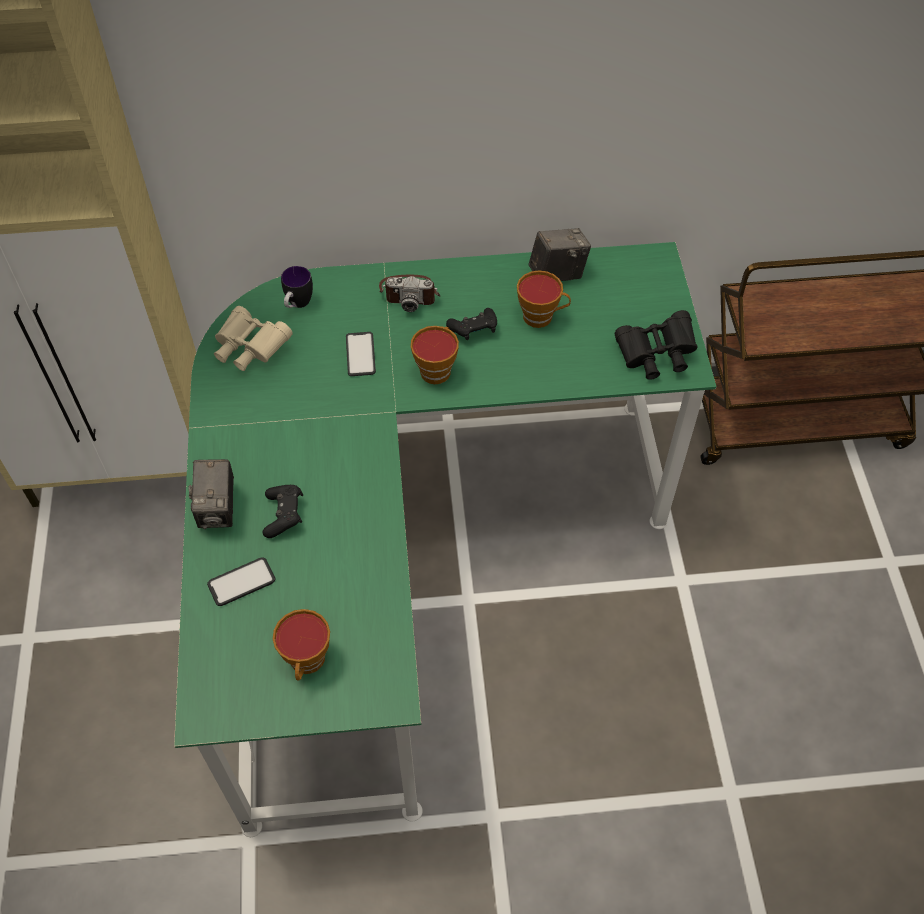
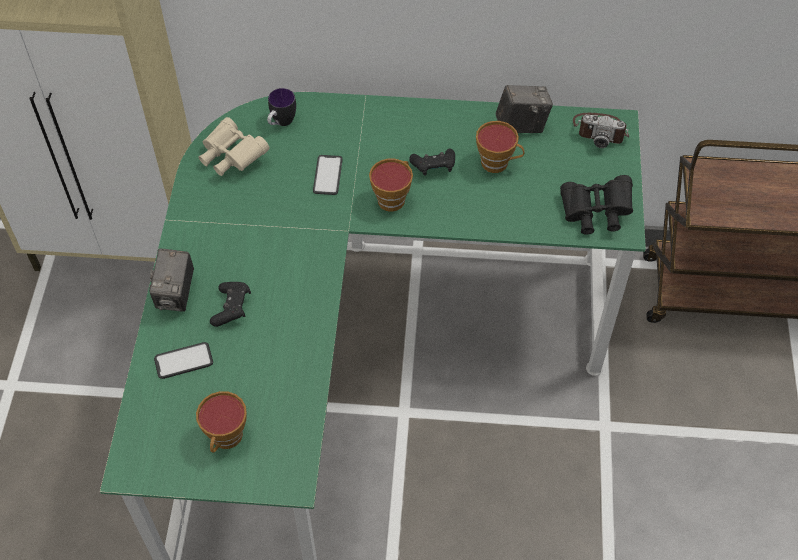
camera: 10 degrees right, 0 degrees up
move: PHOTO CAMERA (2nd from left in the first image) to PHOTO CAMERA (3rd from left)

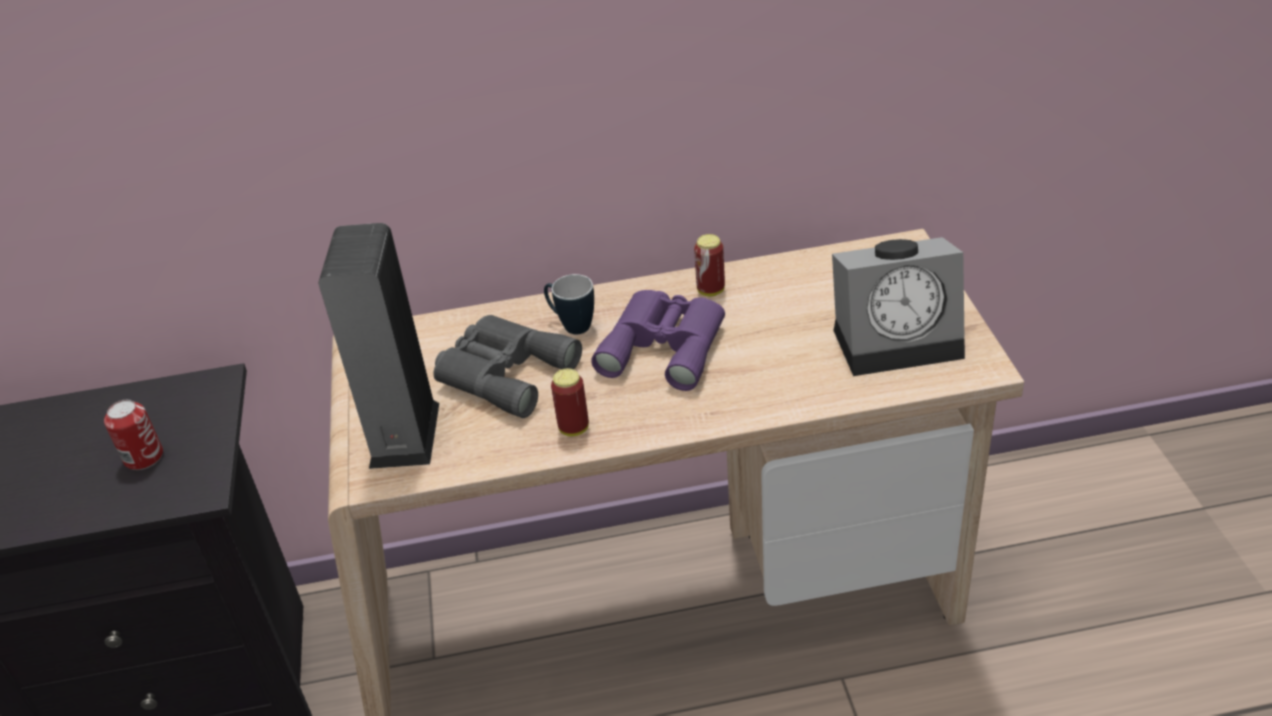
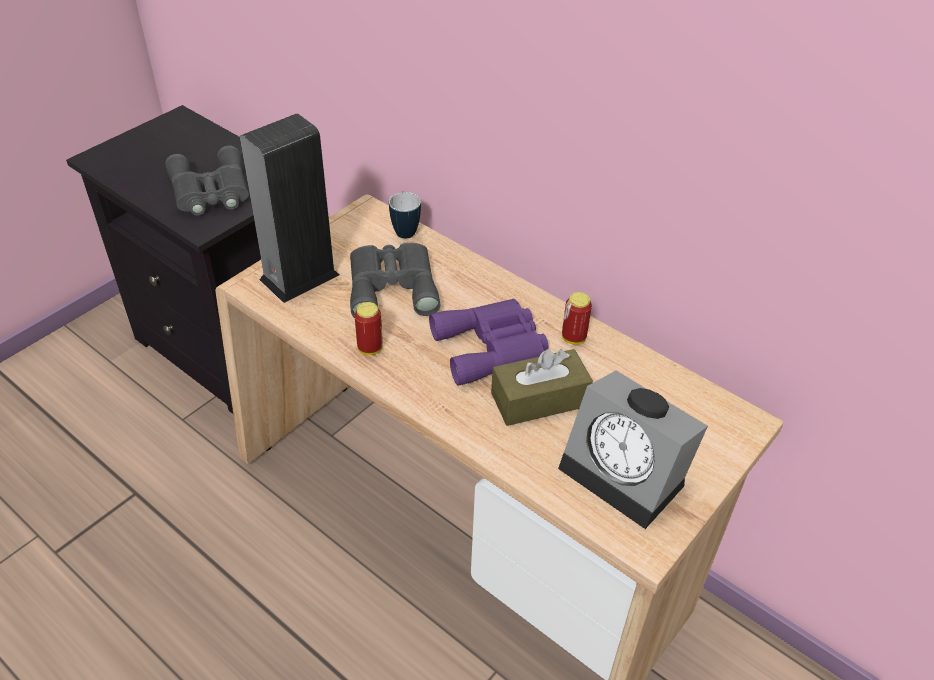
camera: 45 degrees right, 5 degrees up
insert: BROWN TISSUE BOX
move: MUG
replace: CAN (1st from left) to GREY BINOCULARS (1st from left)

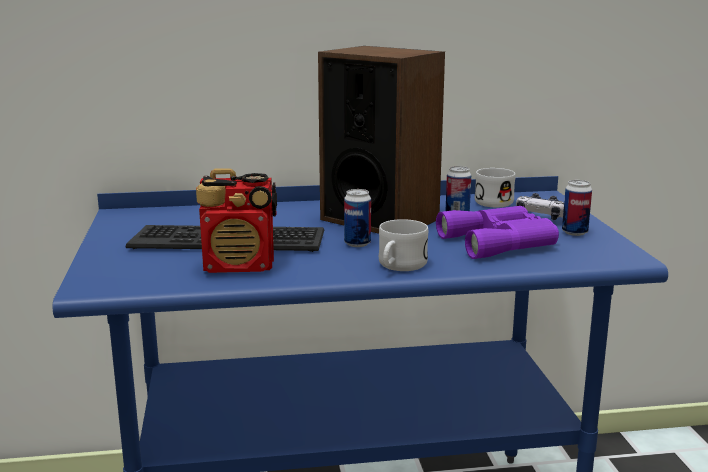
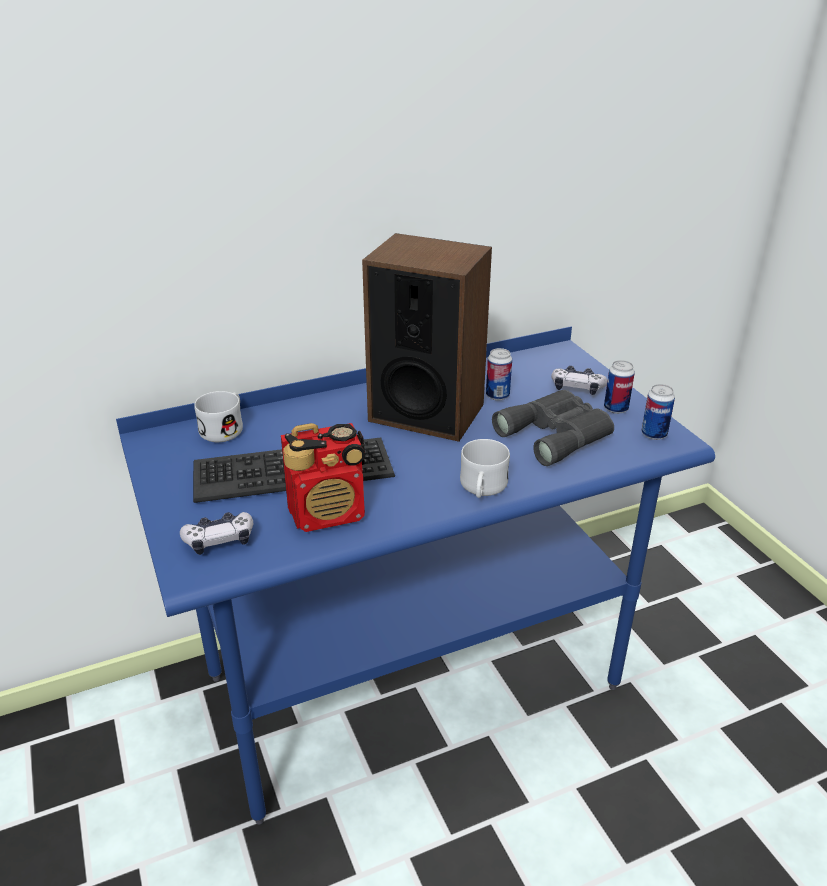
camera: 15 degrees left, 15 degrees up
insert: GAME CONTROLLER (1st from left)
move: WHITE MUG (2nd from left in the first image) to WHITE MUG (1st from left); CAN (1st from left in the first image) to CAN (3rd from left)
recolor: PURPLE BINOCULARS to GREY BINOCULARS

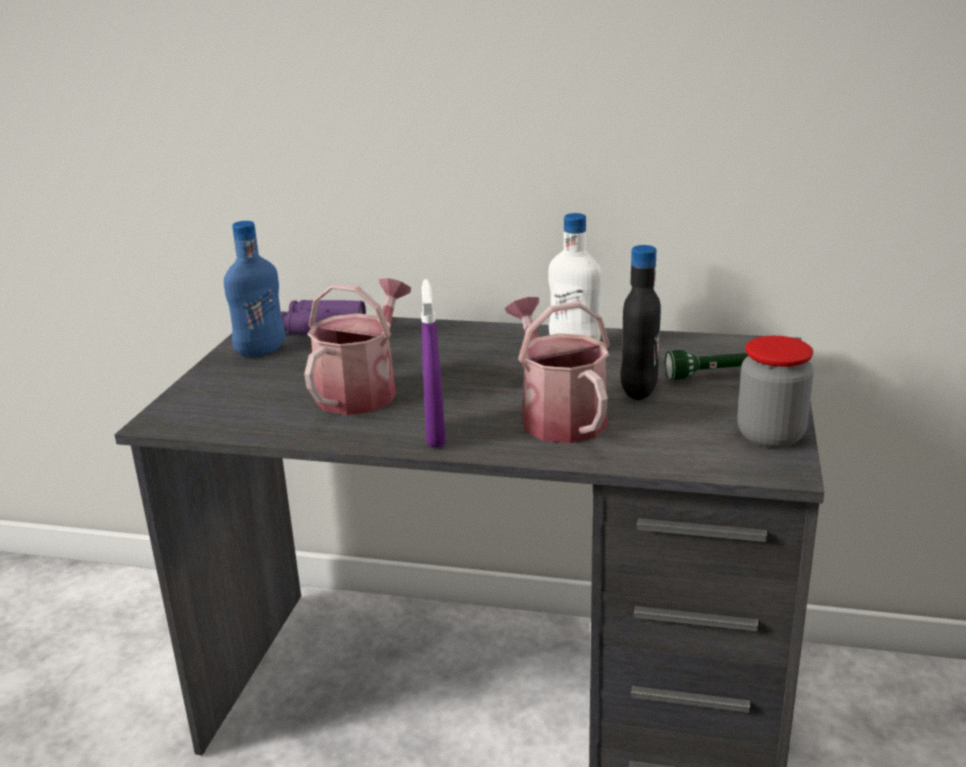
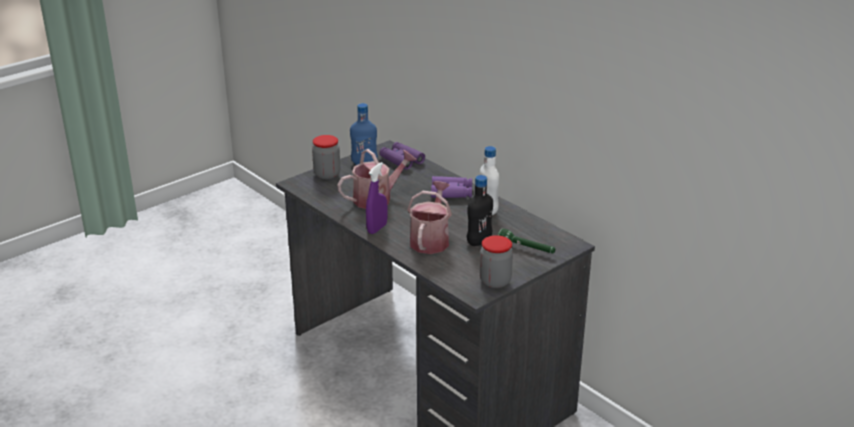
camera: 35 degrees right, 5 degrees up
insert: JAR (1st from left); PURPLE BINOCULARS (2nd from left)

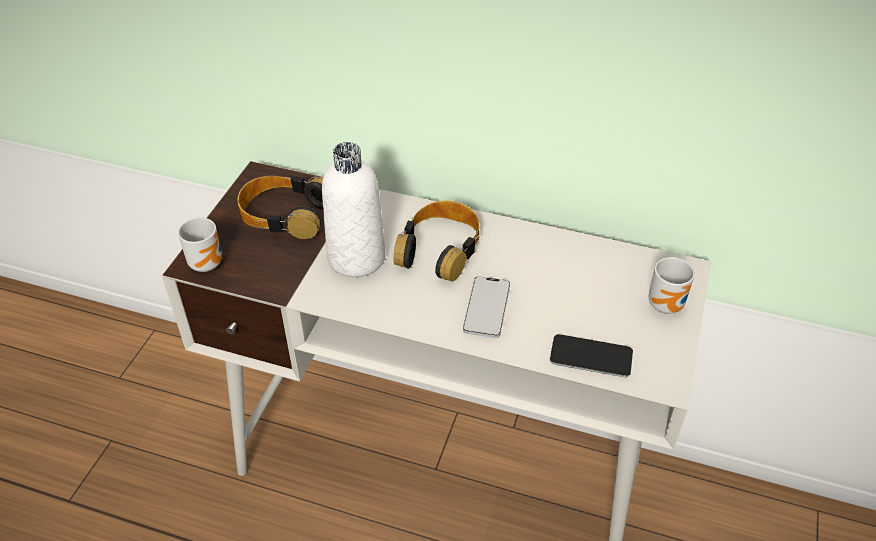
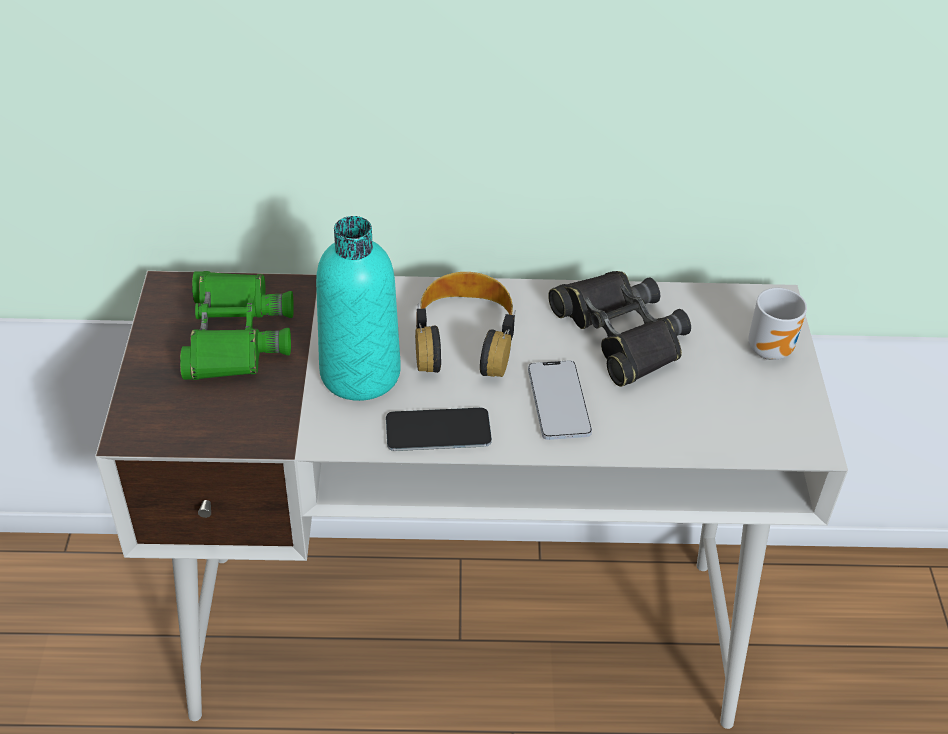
camera: 20 degrees left, 0 degrees up
delete: MUG (1st from left)
insert: BLACK BINOCULARS
move: PHONE (2nd from left in the first image) to PHONE (1st from left)
replace: HEADPHONES (1st from left) to GREEN BINOCULARS
recolor: WHITE BOTTLE to TURQUOISE BOTTLE

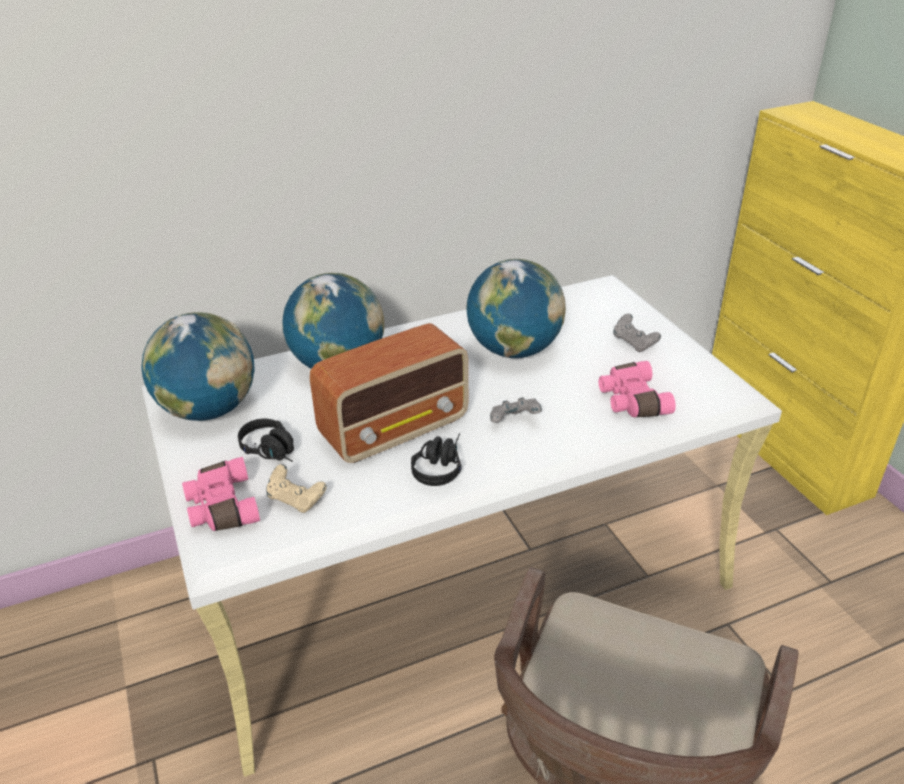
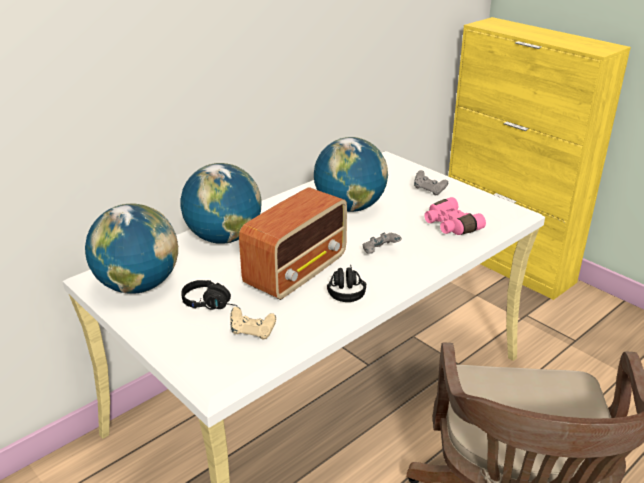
camera: 20 degrees left, 5 degrees down
delete: PINK BINOCULARS (1st from left)

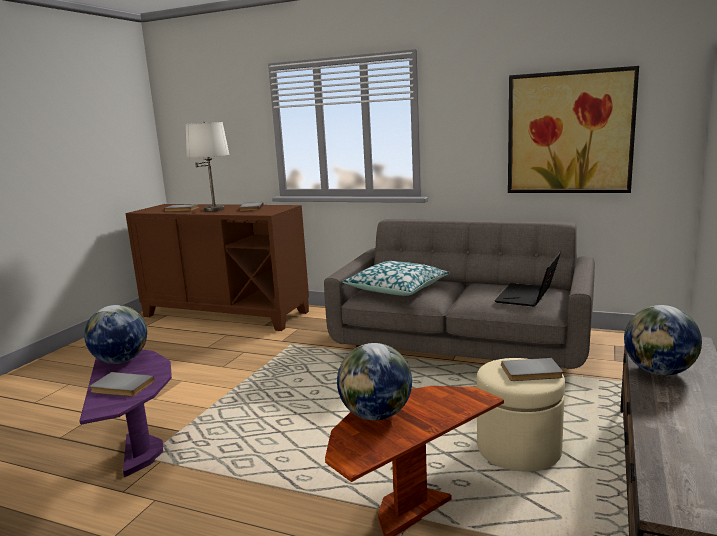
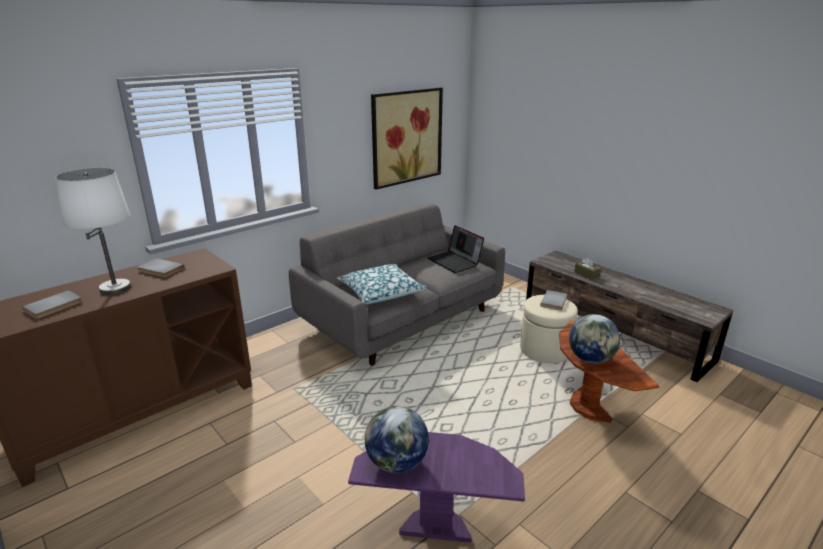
camera: 65 degrees left, 10 degrees up
delete: GREY BOOK (1st from left)
replace: GLOBE (3rd from left) to BROWN TISSUE BOX

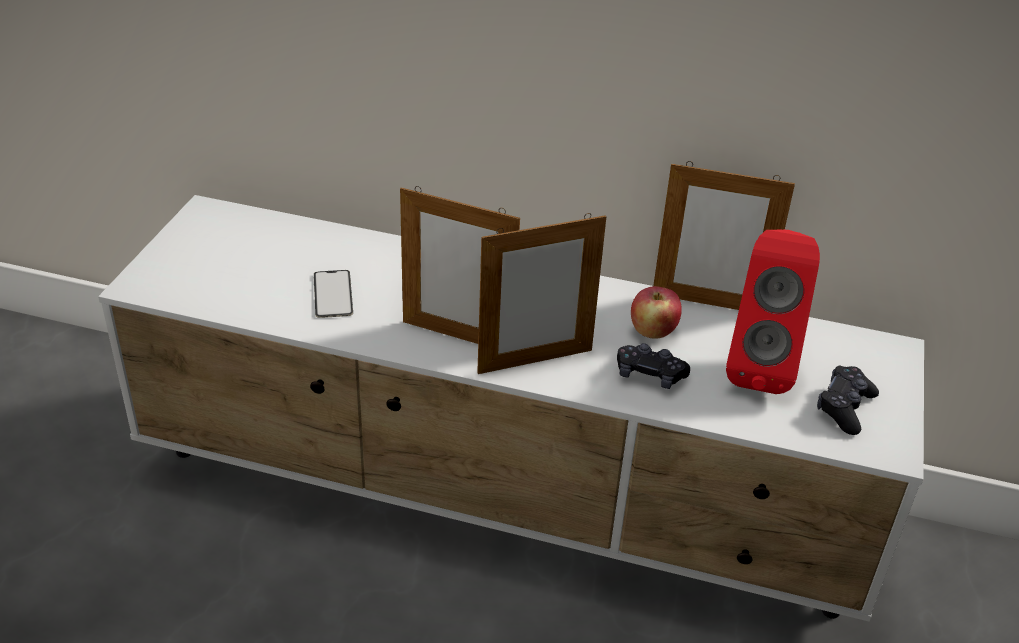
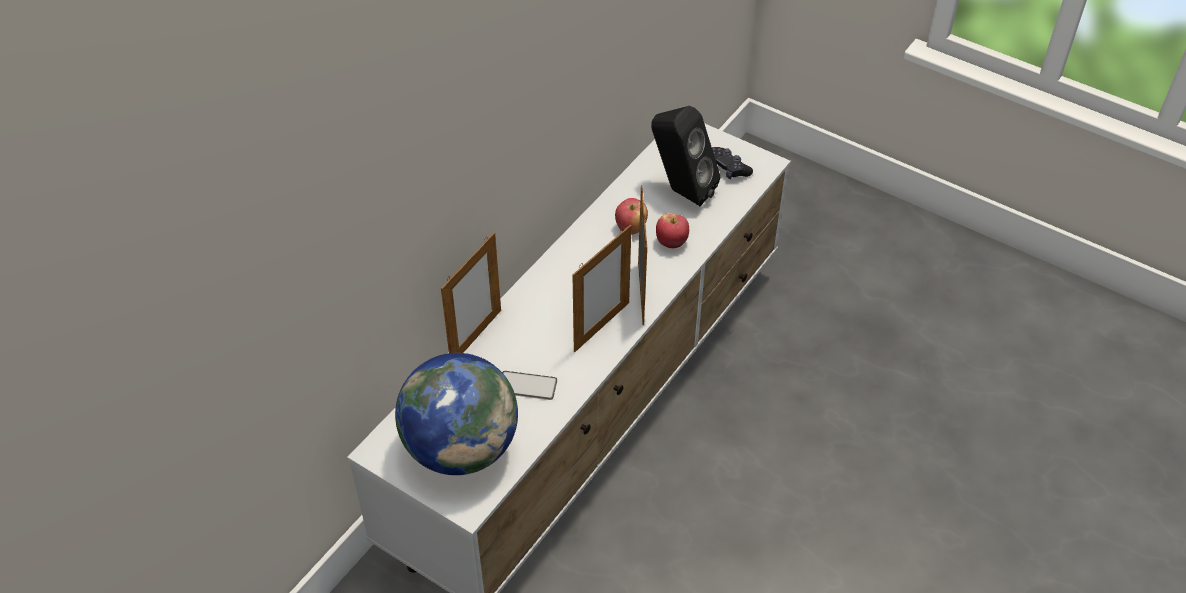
camera: 70 degrees left, 10 degrees up
insert: GLOBE
move: PICTURE FRAME (3rd from left in the first image) to PICTURE FRAME (1st from left)
replace: BLACK GAME CONTROLLER (1st from left) to APPLE (2nd from left)
recolor: RED SPEAKER to BLACK SPEAKER

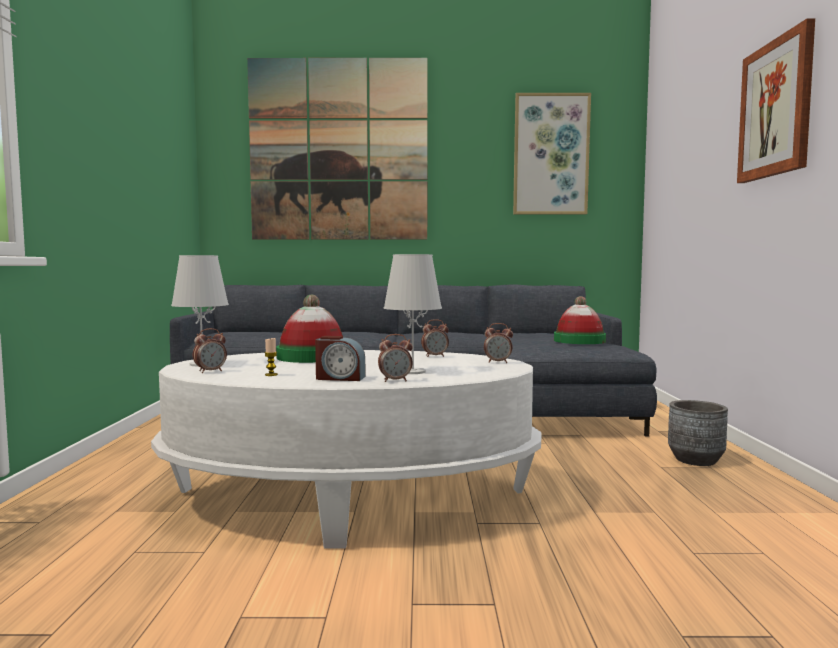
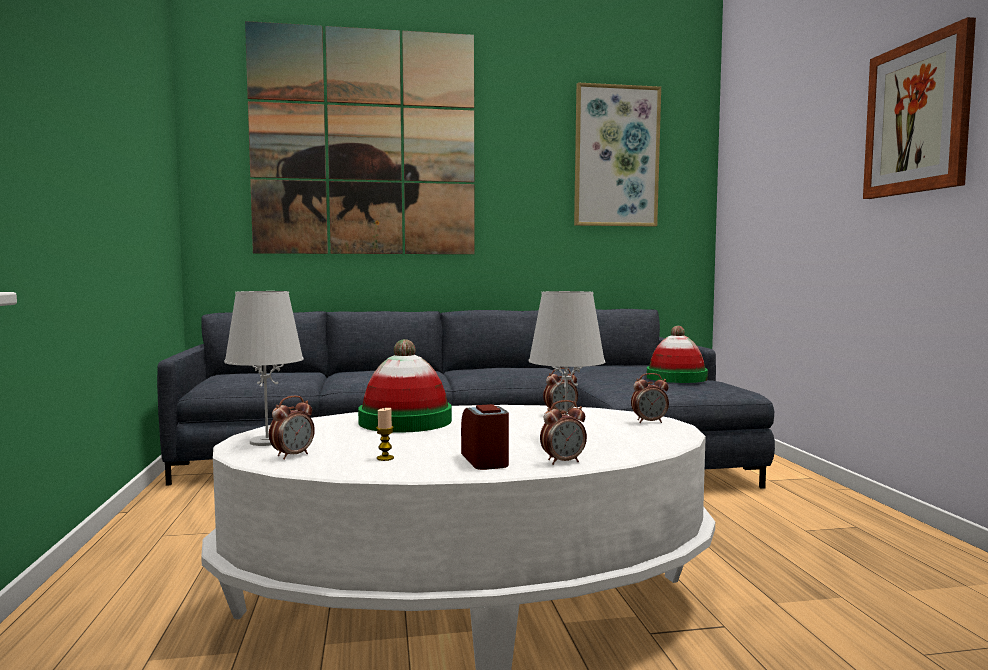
camera: 10 degrees left, 0 degrees up
delete: GREY PLANTER
rotate: ALARM CLOCK (2nd from left) 105 degrees counterclockwise

